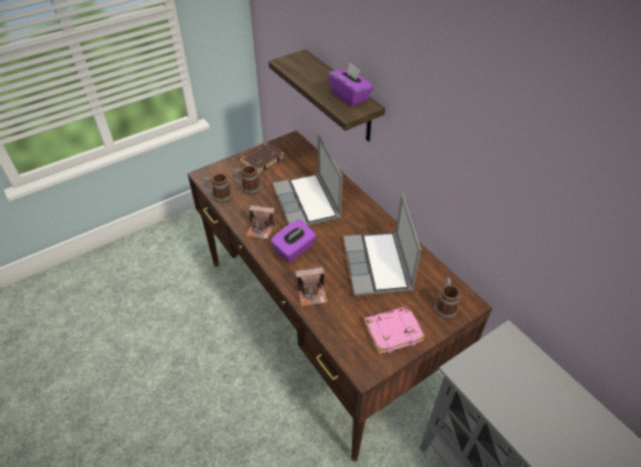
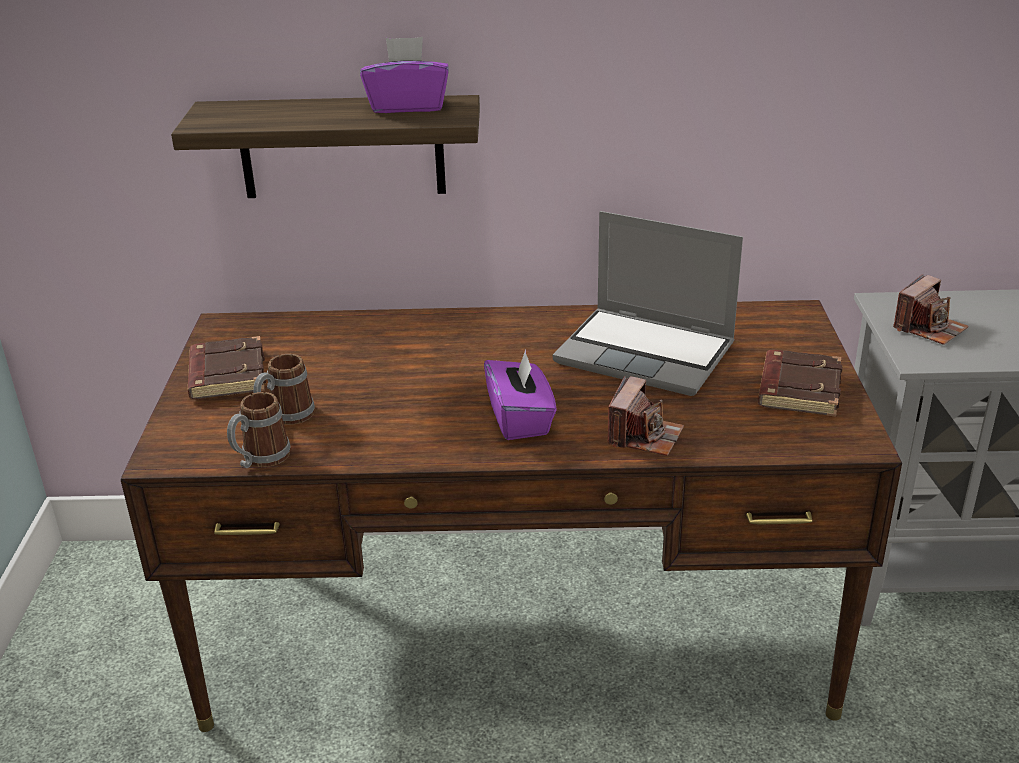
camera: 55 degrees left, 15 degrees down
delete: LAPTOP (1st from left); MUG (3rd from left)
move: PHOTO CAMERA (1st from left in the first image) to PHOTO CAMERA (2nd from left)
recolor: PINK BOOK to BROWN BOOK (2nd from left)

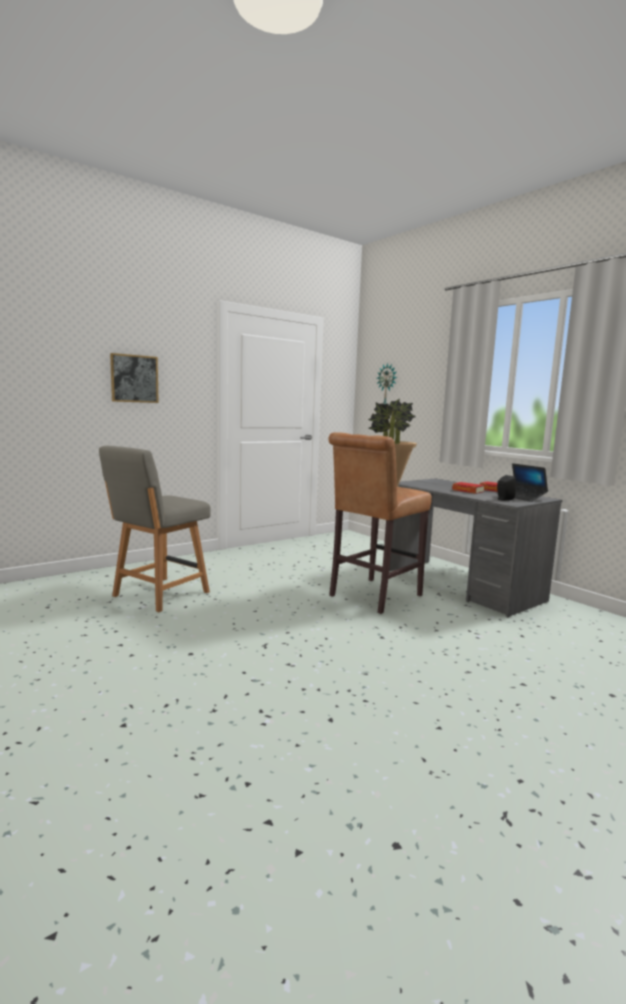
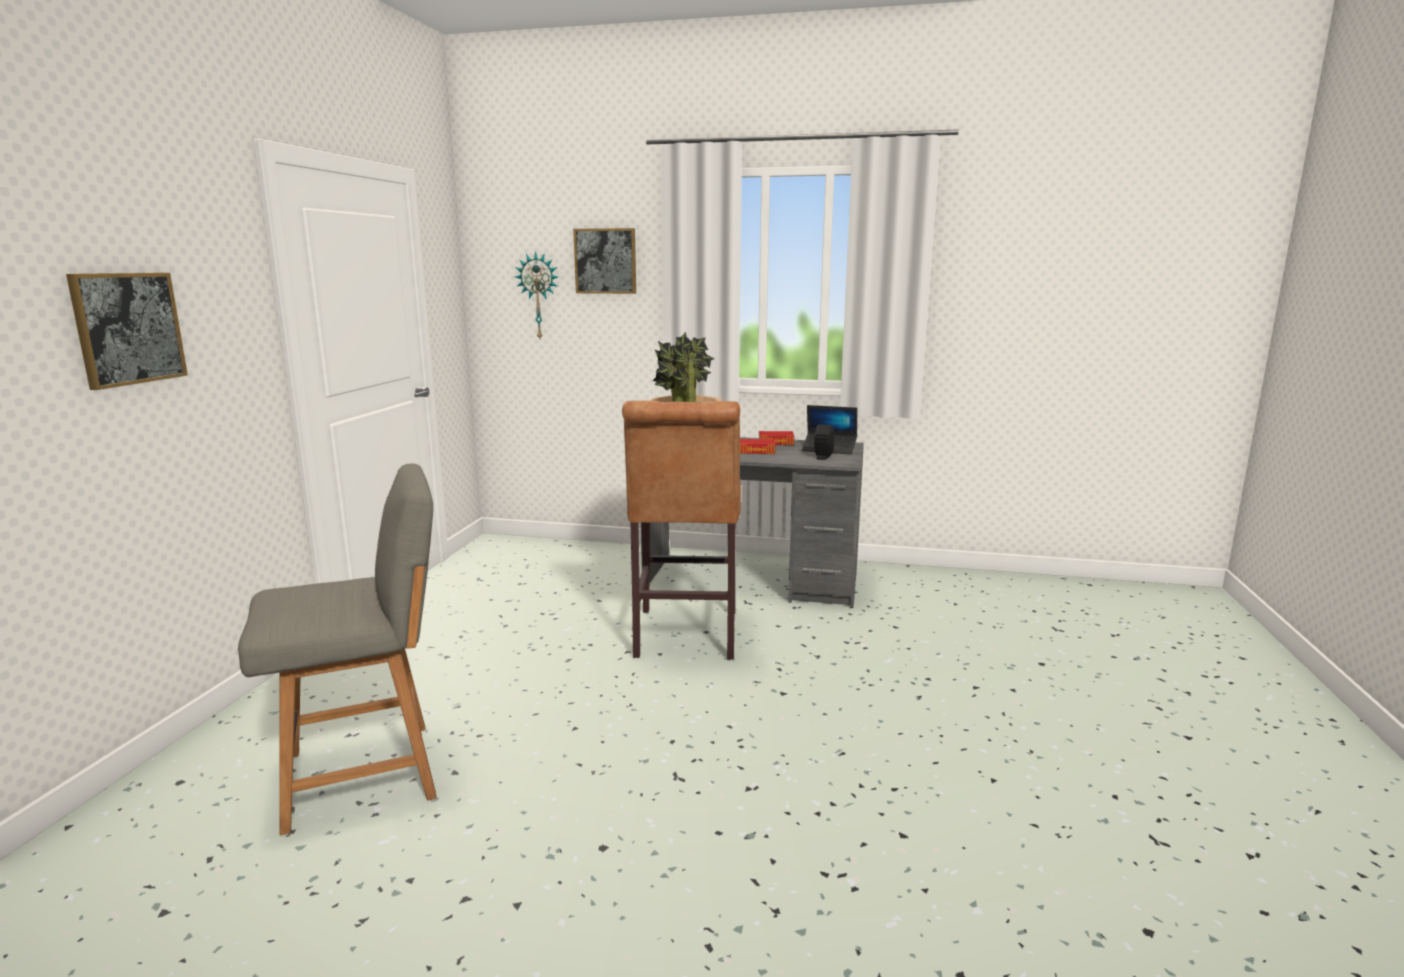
camera: 40 degrees left, 5 degrees up
insert: PICTURE (2nd from left)
rotate: GREY CHAIR 105 degrees counterclockwise

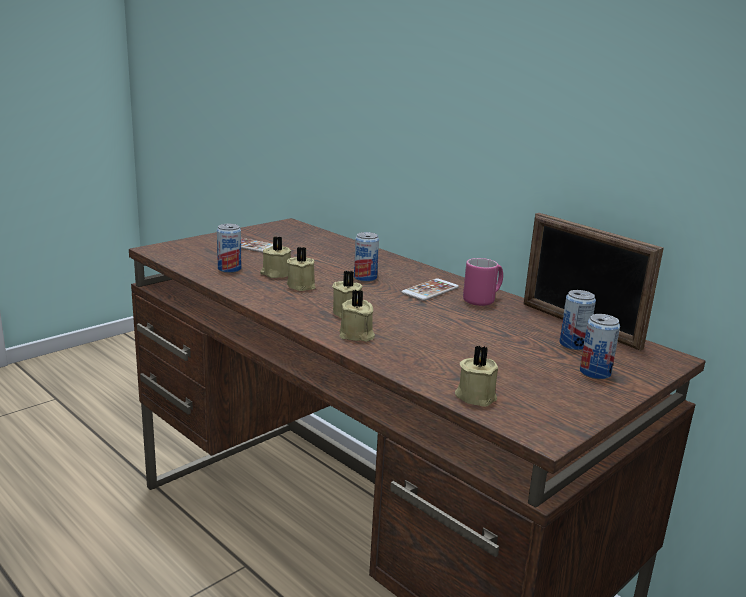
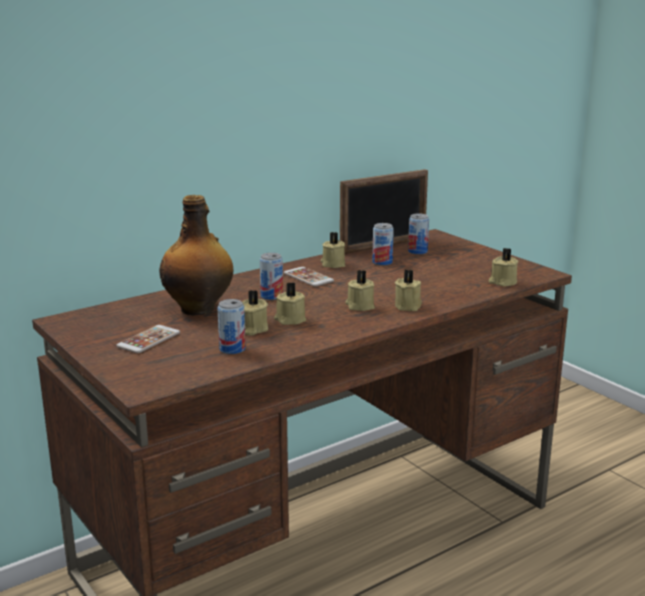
camera: 80 degrees left, 0 degrees up
insert: BOTTLE
move: CAN (4th from left in the first image) to CAN (3rd from left)
replace: PINK MUG to BEIGE CANDLE (3rd from left)

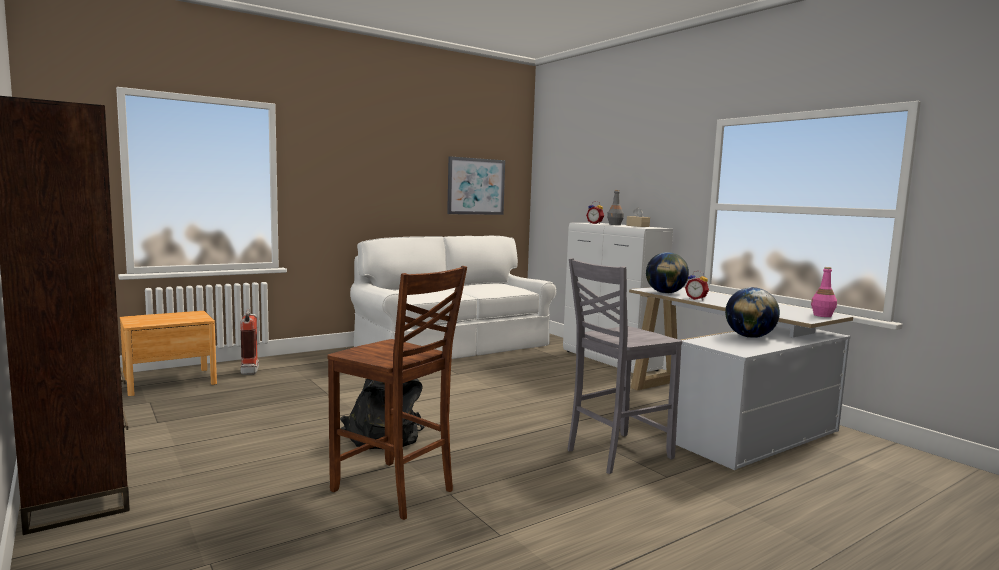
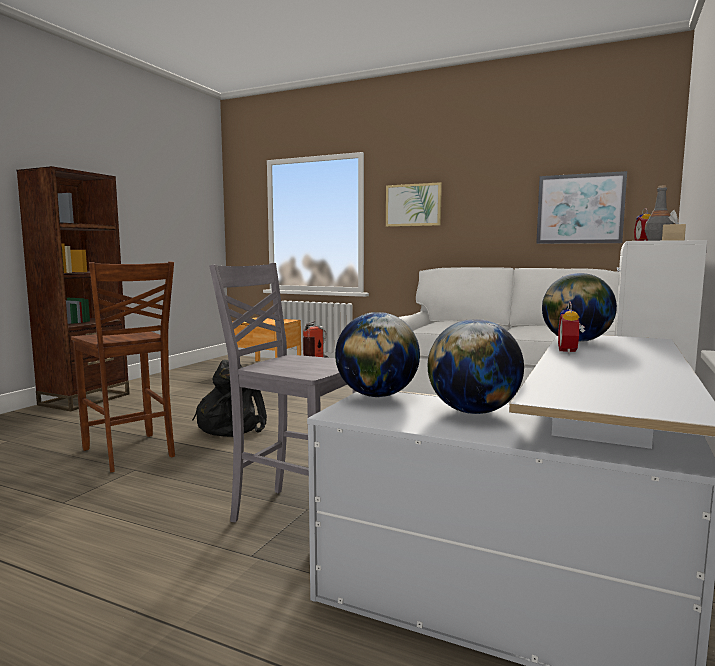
camera: 60 degrees right, 0 degrees up
delete: PINK BOTTLE
insert: PICTURE (1st from left); GLOBE (1st from left)
rotate: BROWN CHAIR 45 degrees counterclockwise

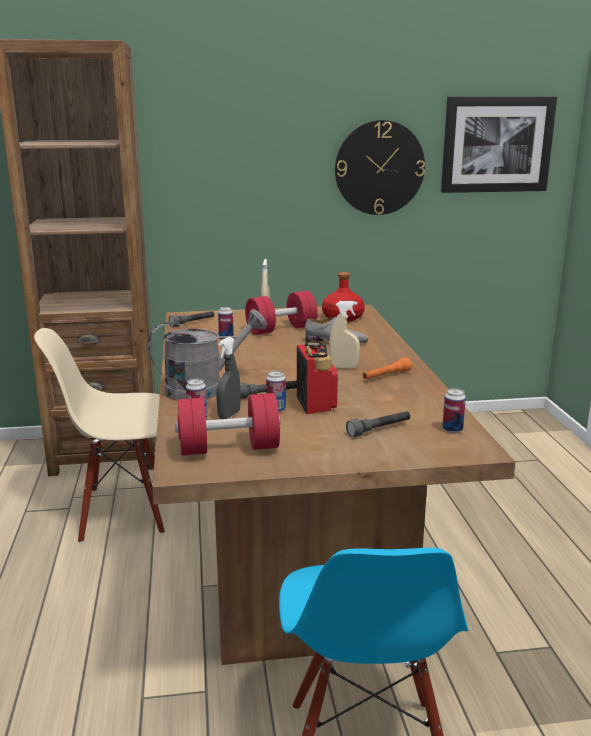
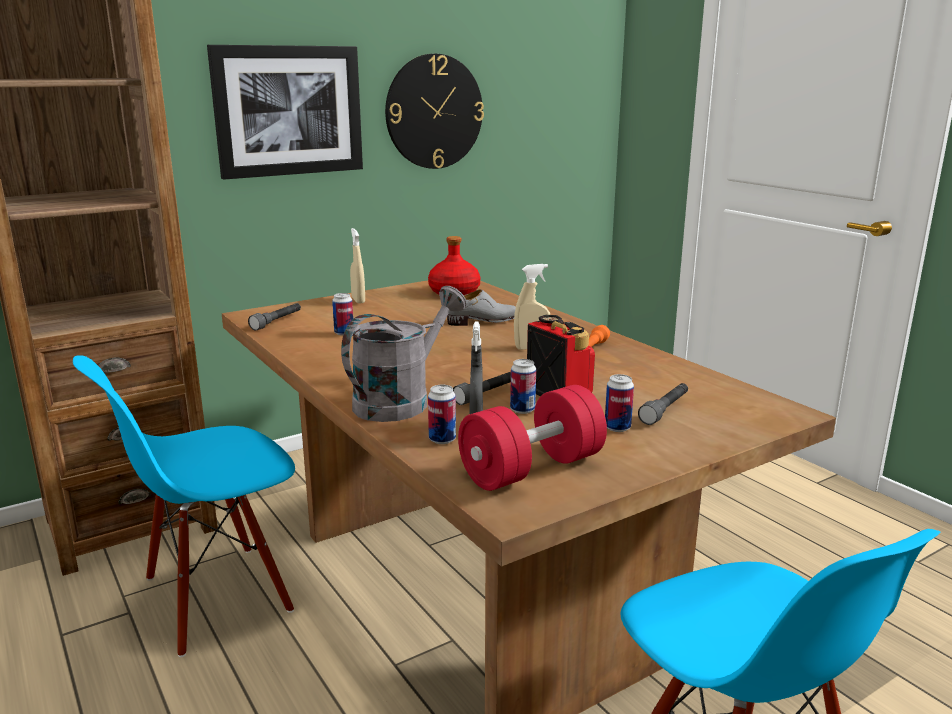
camera: 25 degrees left, 0 degrees up
delete: RED DUMBBELL (2nd from left)
move: PICTURE; CAN (4th from left)
recolor: BEIGE CHAIR to BLUE CHAIR (1st from left)

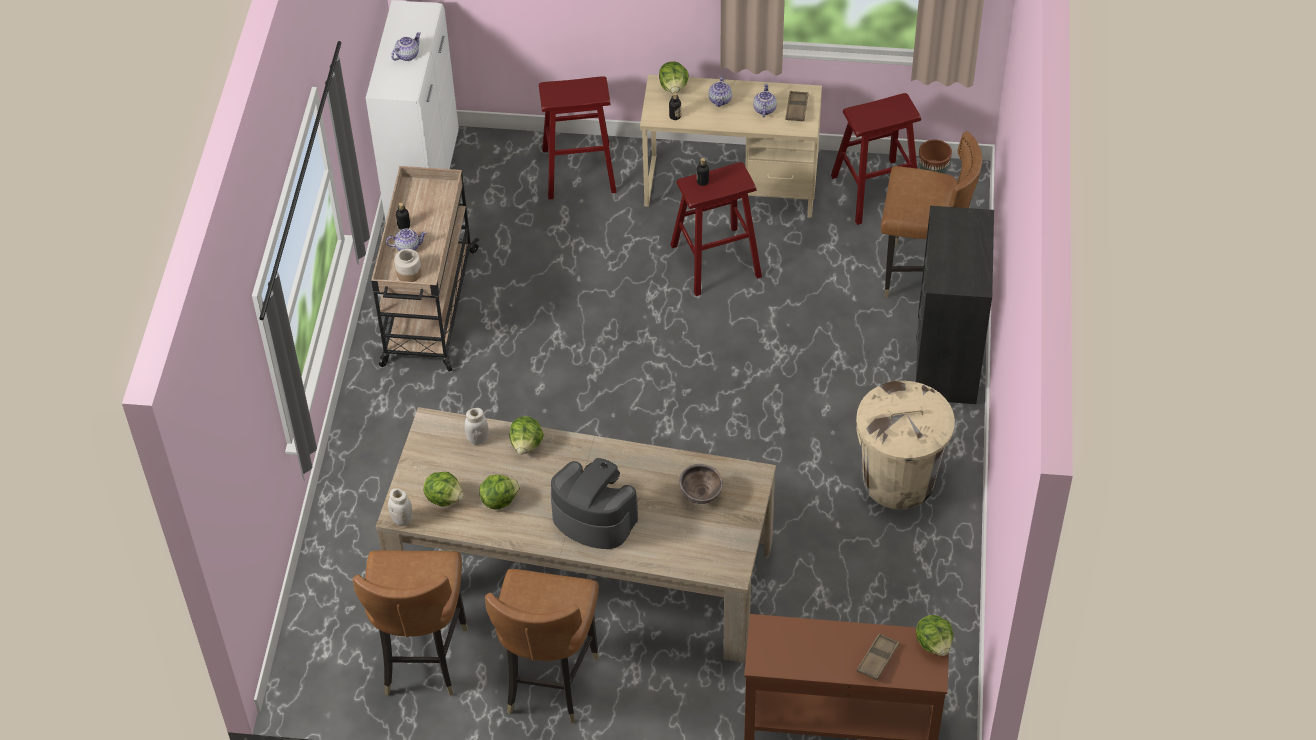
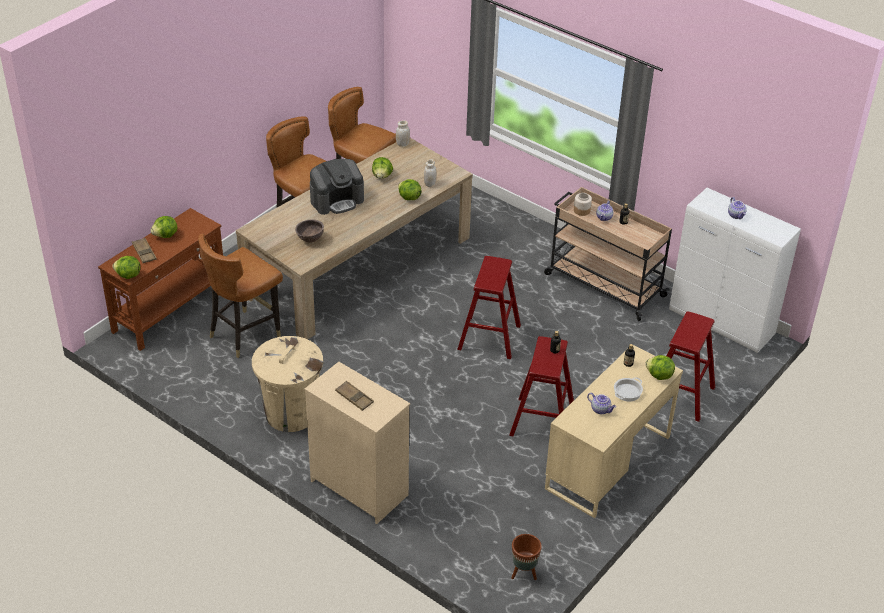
camera: 120 degrees right, 10 degrees down
move: BROWN TRAY (1st from left in the first image) to BROWN TRAY (2nd from left); RED STOOL (3rd from left in the first image) to RED STOOL (1st from left); BROWN CHAIR (3rd from left in the first image) to BROWN CHAIR (1st from left); LETTUCE (1st from left in the first image) to LETTUCE (2nd from left)
replace: TEAPOT (3rd from left) to COOKING POT
recolor: BLACK DRESSER to BEIGE DRESSER

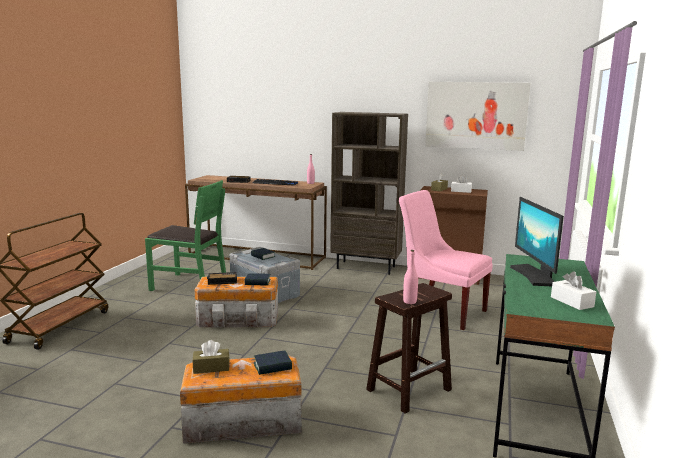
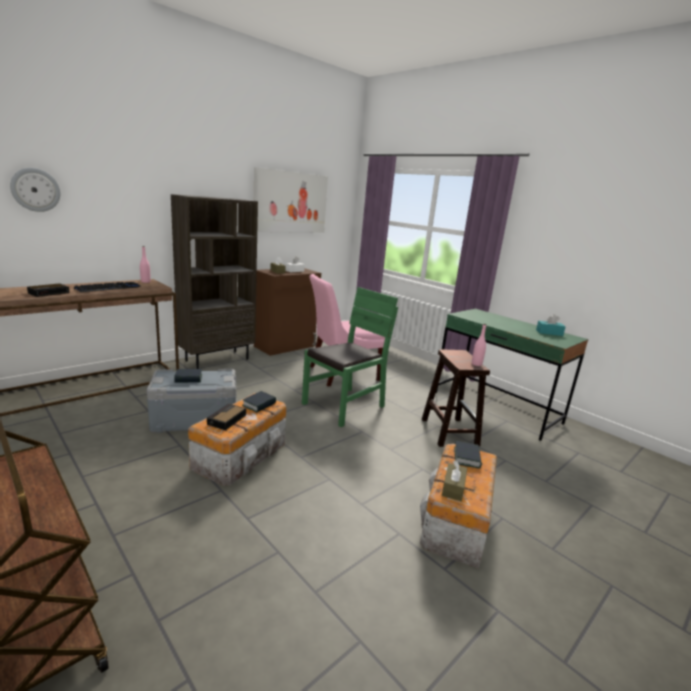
camera: 60 degrees left, 5 degrees up
delete: MONITOR
insert: WALL CLOCK
move: GREEN CHAIR
recolor: WHITE TISSUE BOX (2nd from left) to TURQUOISE TISSUE BOX

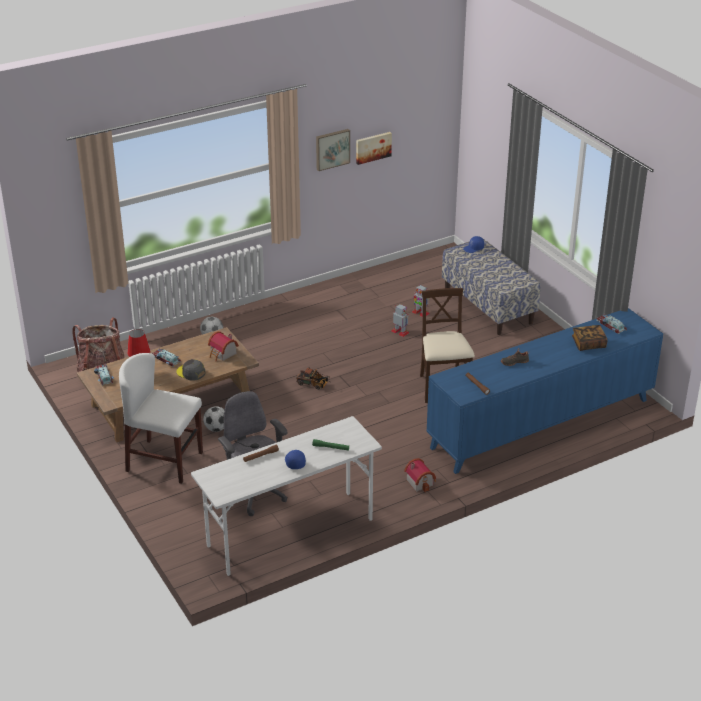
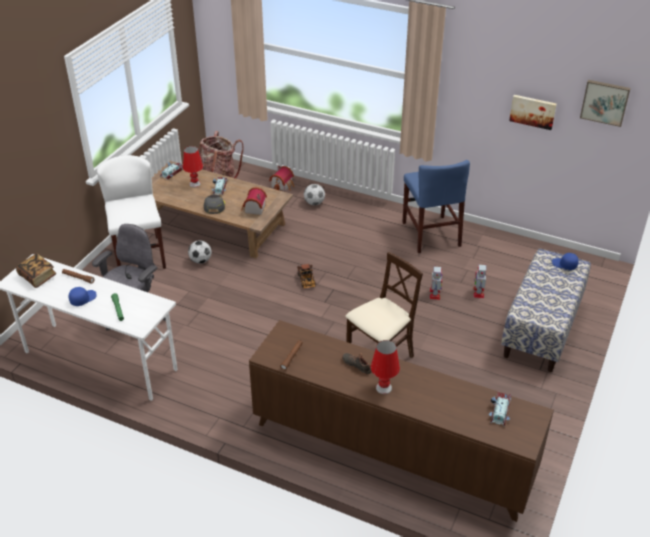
camera: 55 degrees right, 5 degrees up
insert: BLUE CHAIR; RED TABLE LAMP (2nd from left)
move: PICTURE (1st from left in the first image) to PICTURE (2nd from left); BOOK; TOY HOUSE (2nd from left)
recolor: BLUE CABINET to BROWN CABINET

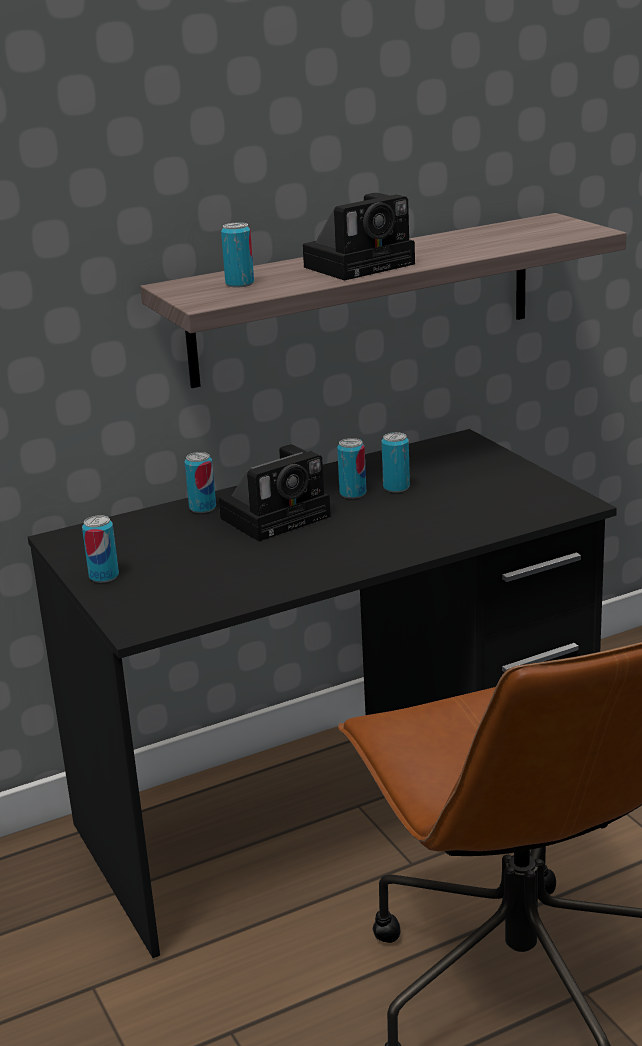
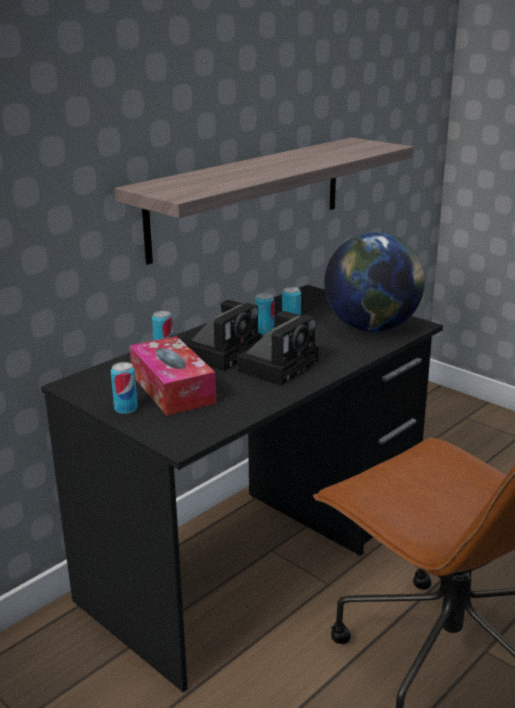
camera: 20 degrees left, 0 degrees up
delete: CAN (3rd from left)
insert: GLOBE; TISSUE BOX
move: PHOTO CAMERA (2nd from left)

